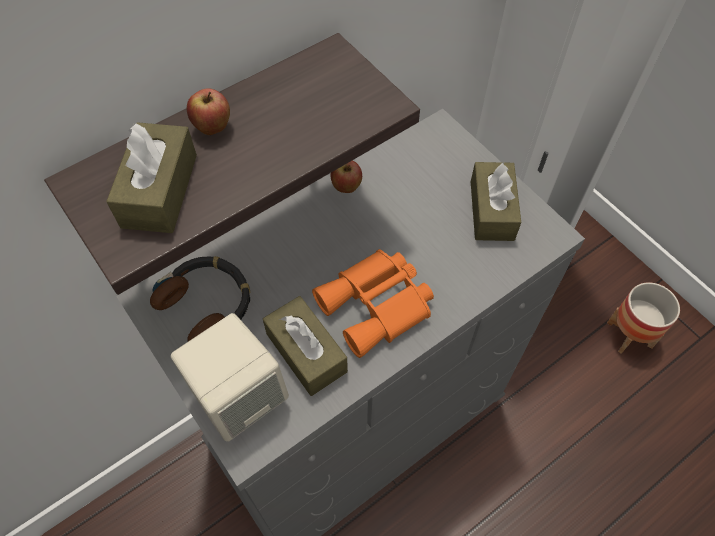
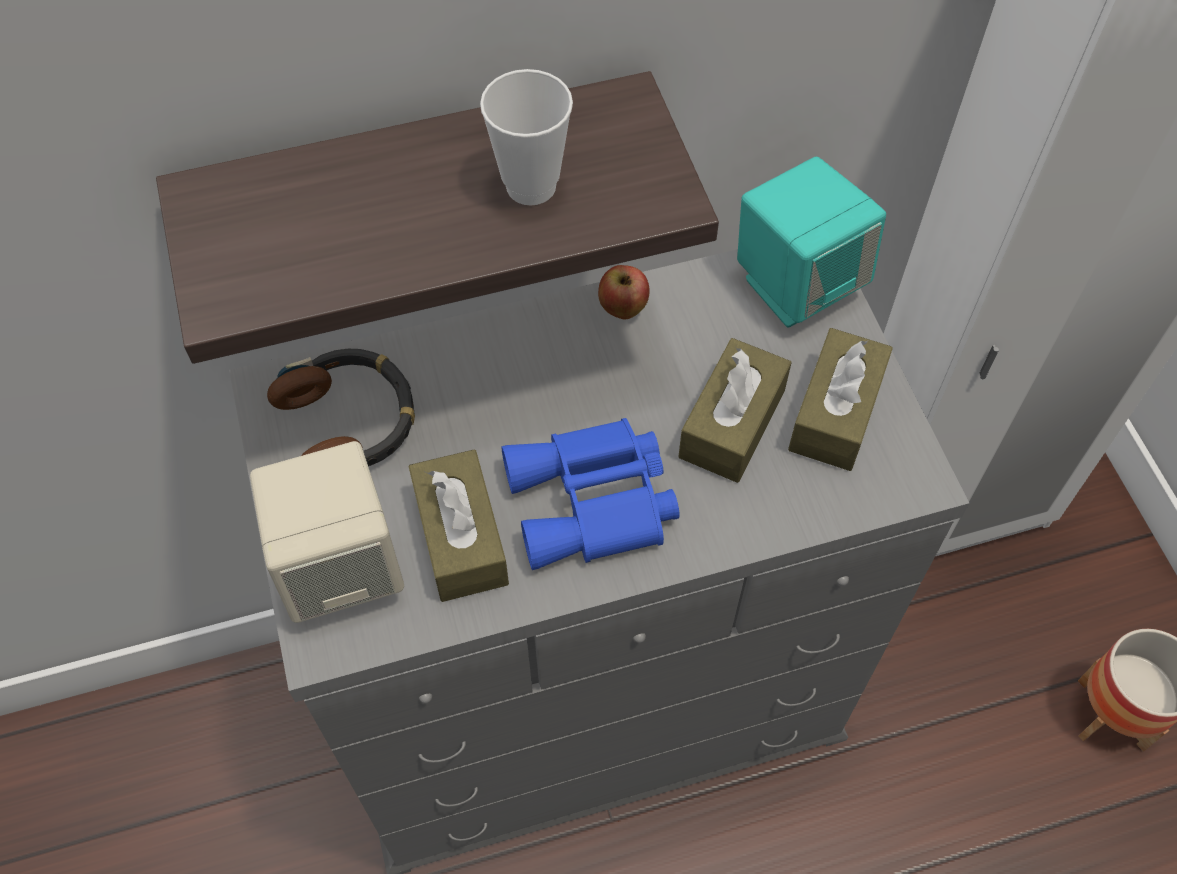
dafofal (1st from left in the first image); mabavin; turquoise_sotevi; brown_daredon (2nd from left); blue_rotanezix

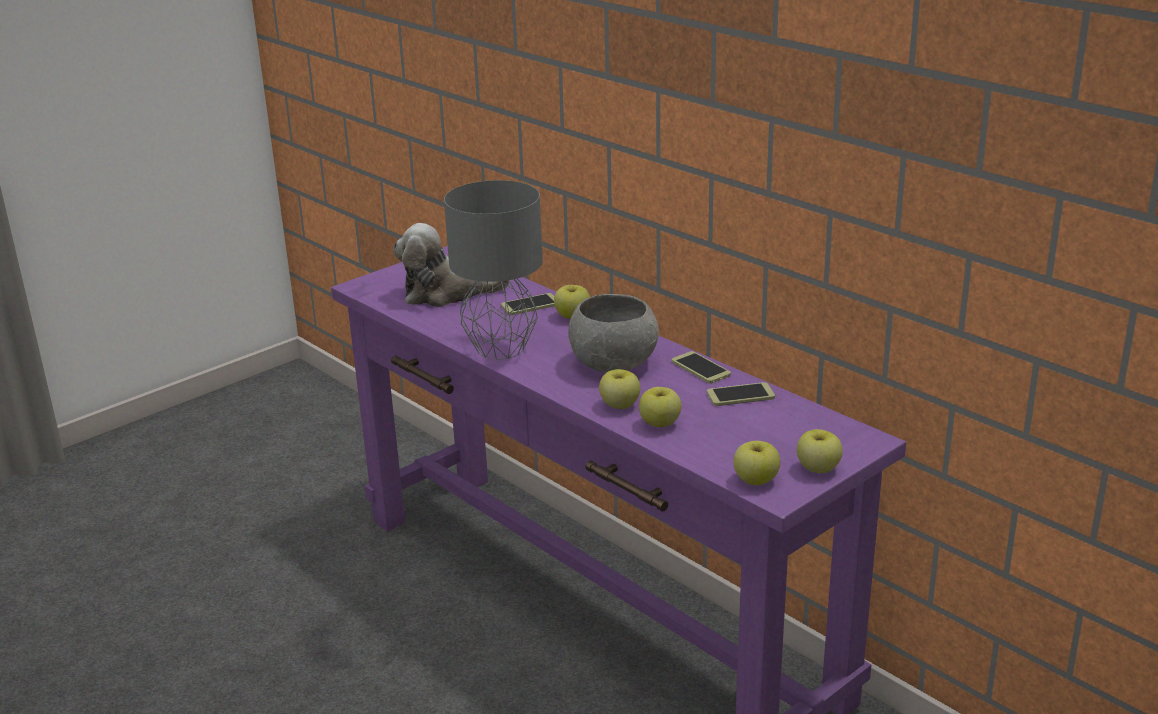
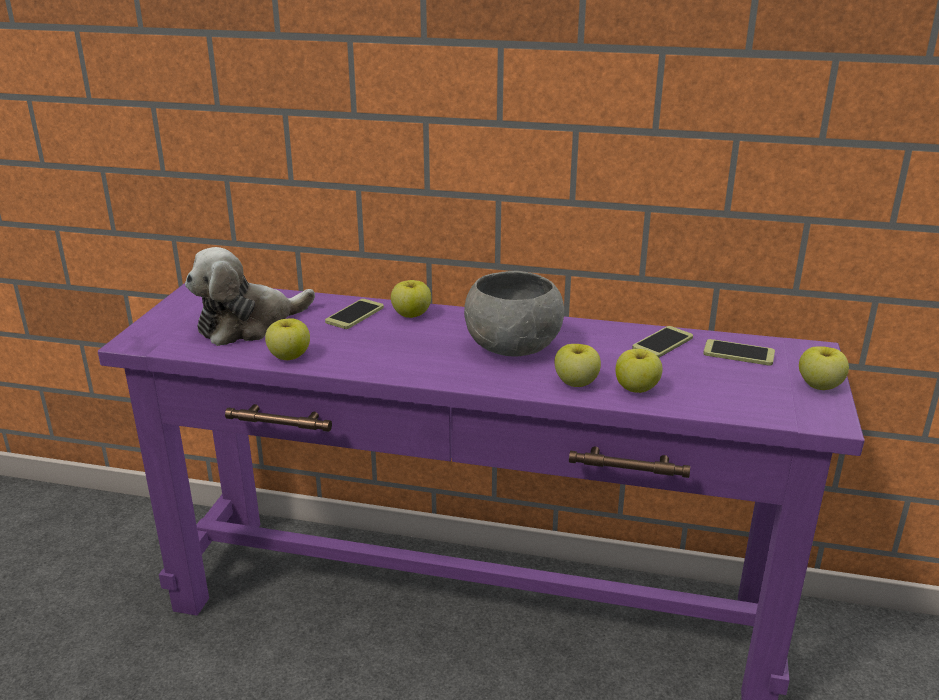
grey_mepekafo; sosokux (3rd from left); dafofal (1st from left)

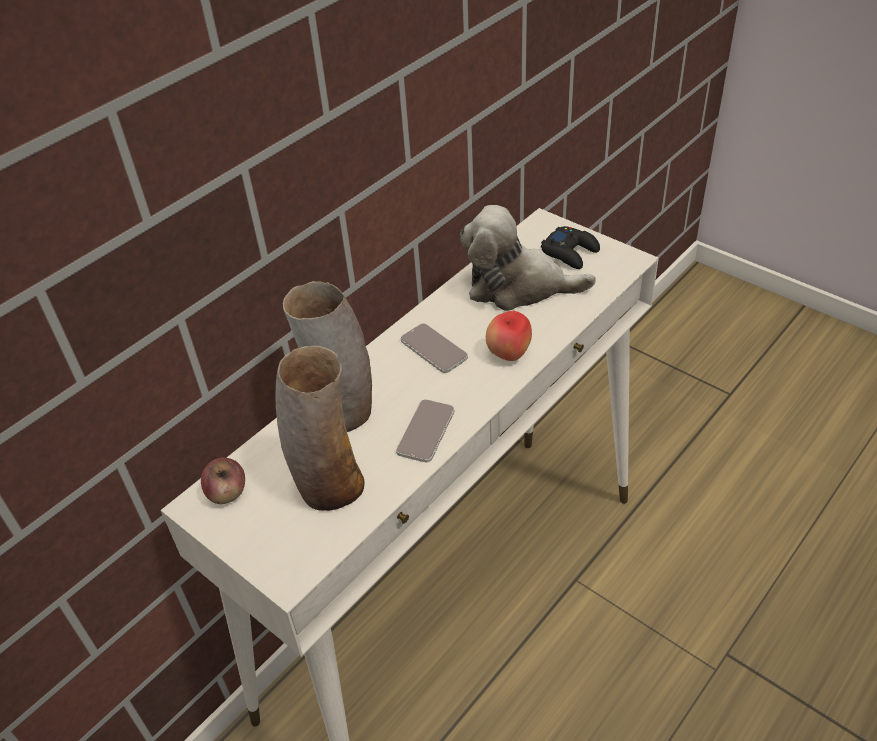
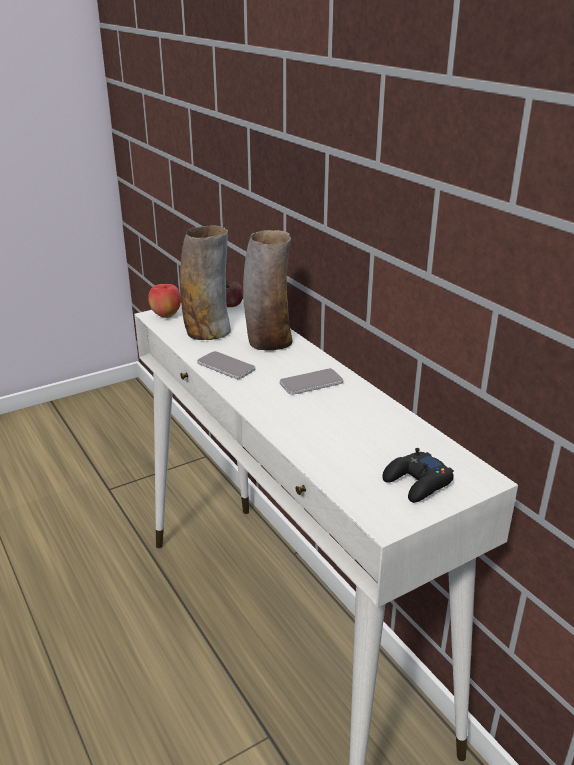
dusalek; dafofal (1st from left)

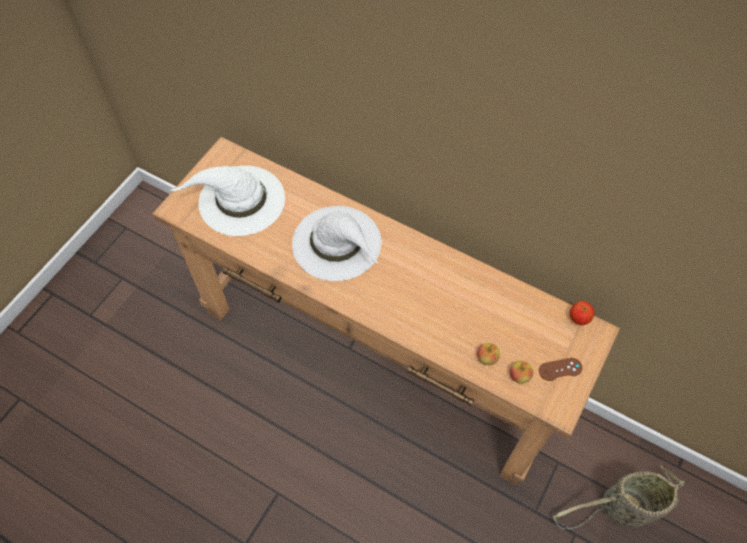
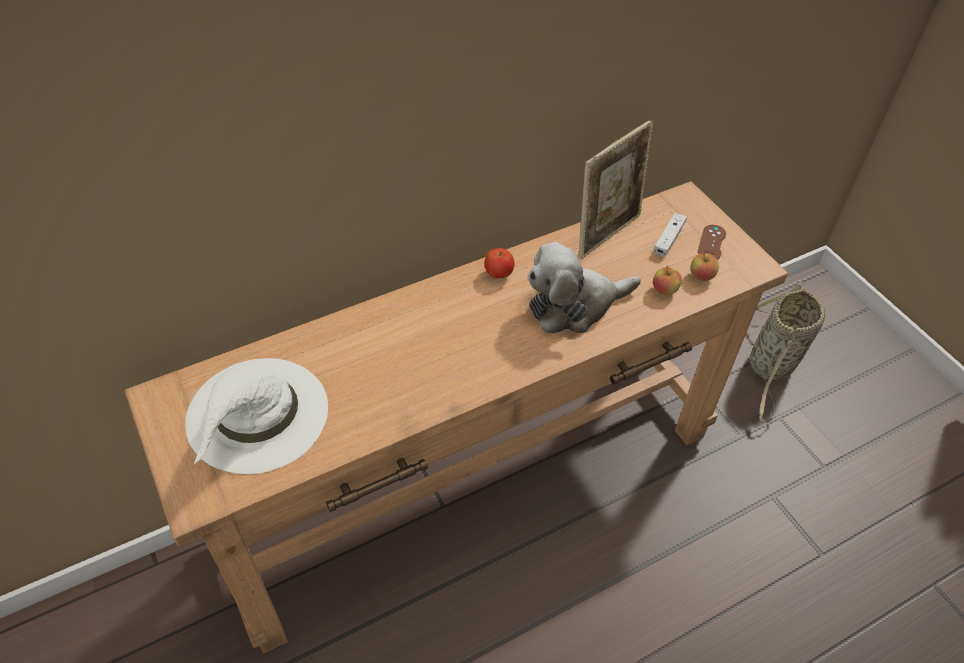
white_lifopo (2nd from left in the first image); dusalek; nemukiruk; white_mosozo; dafofal (1st from left)

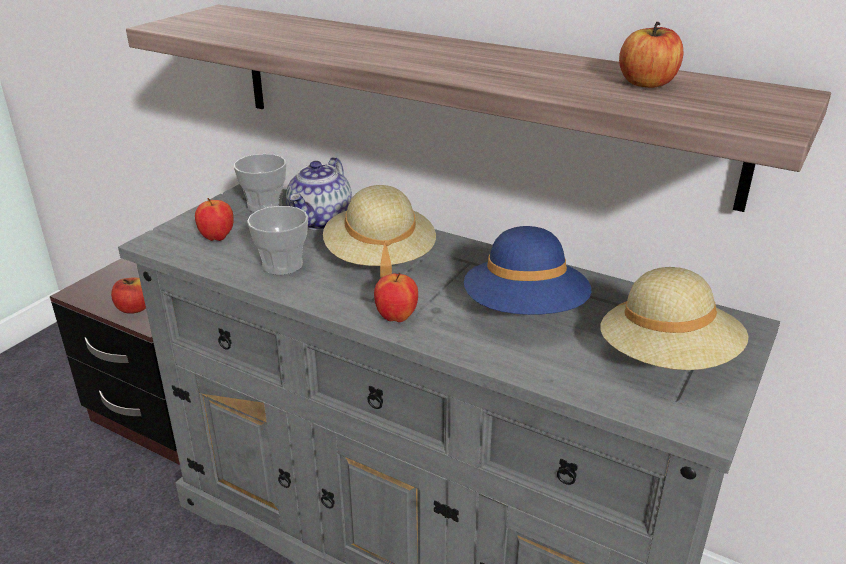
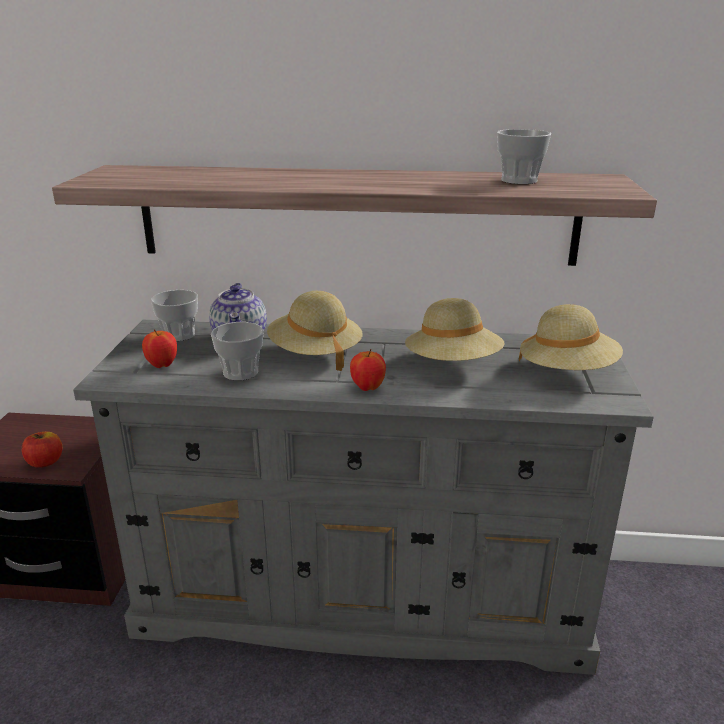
mabavin (3rd from left); beige_lifopo (2nd from left)

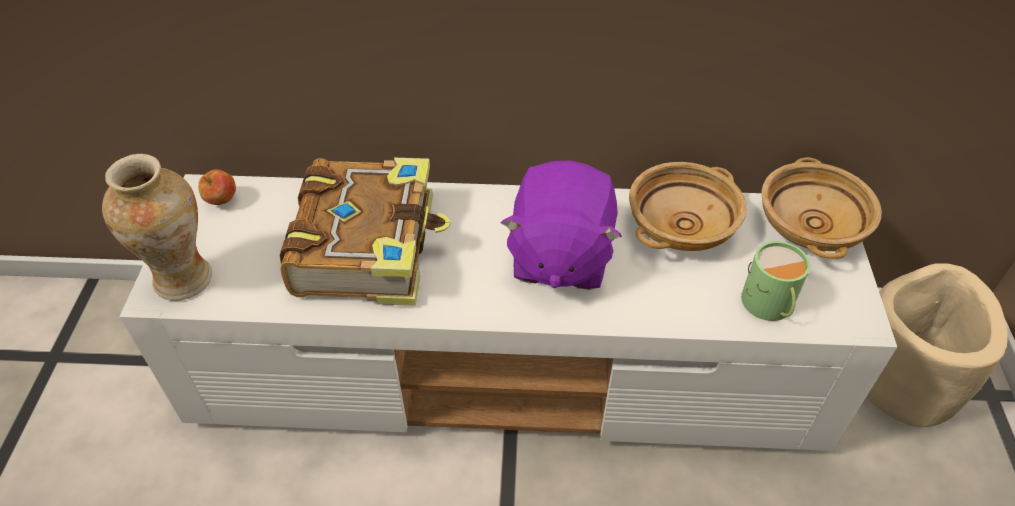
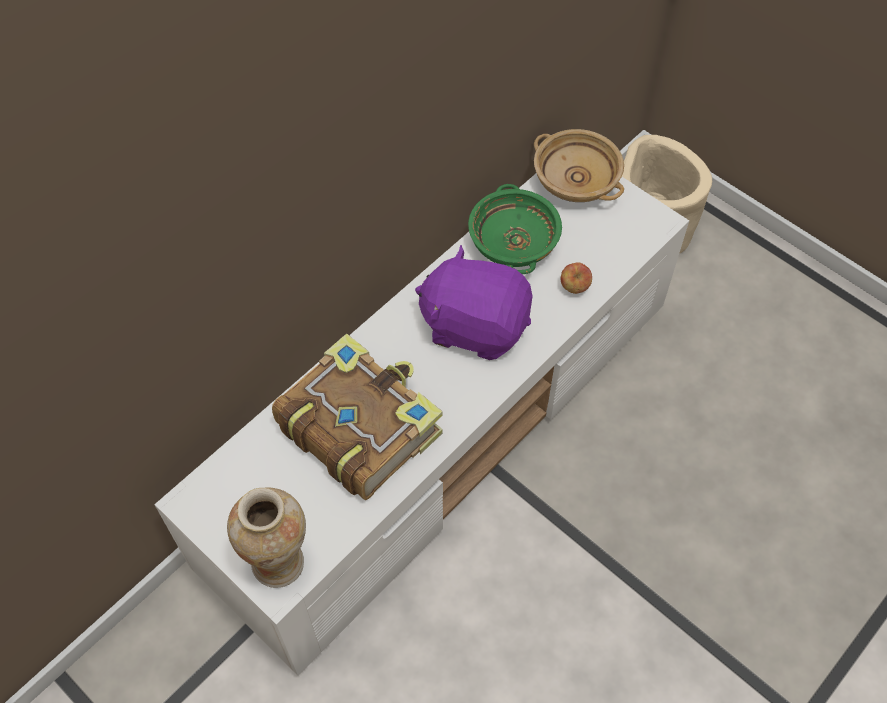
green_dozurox; dafofal; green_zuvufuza; purple_dusalek

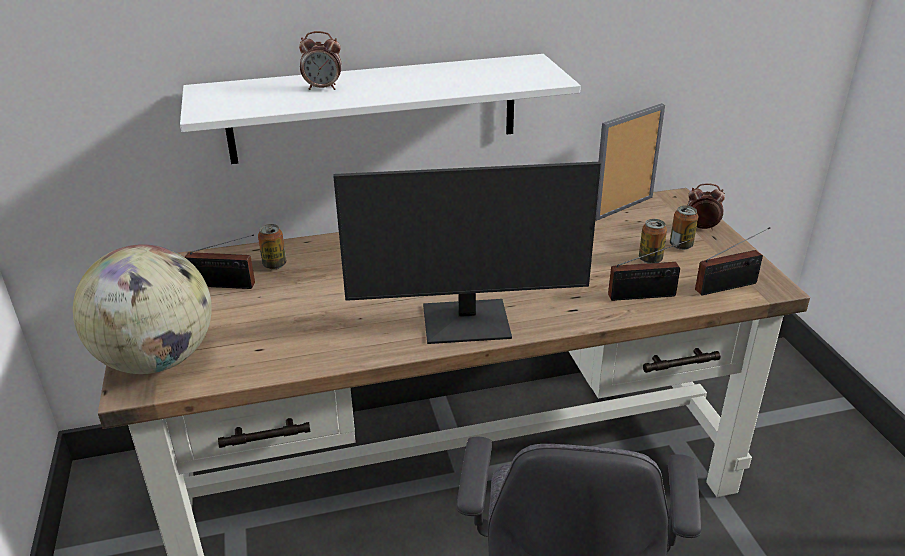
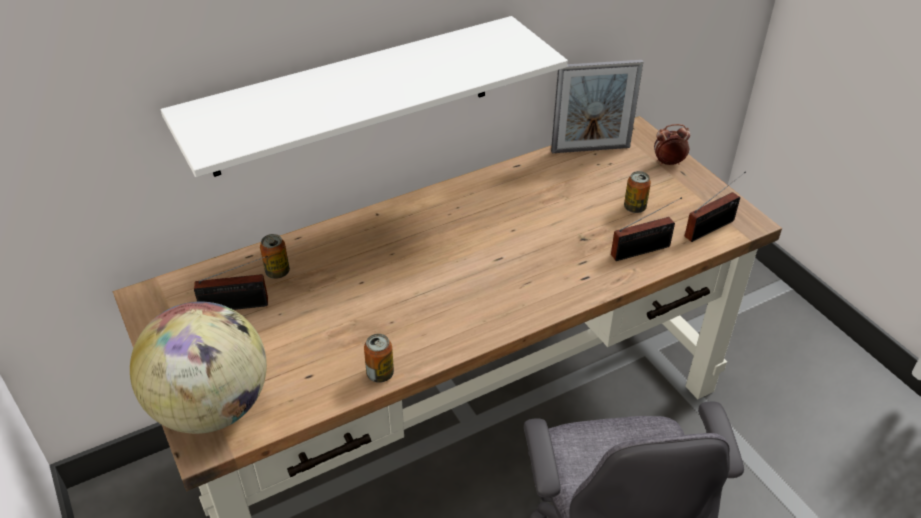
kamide (1st from left in the first image); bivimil; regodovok (2nd from left); nemukiruk

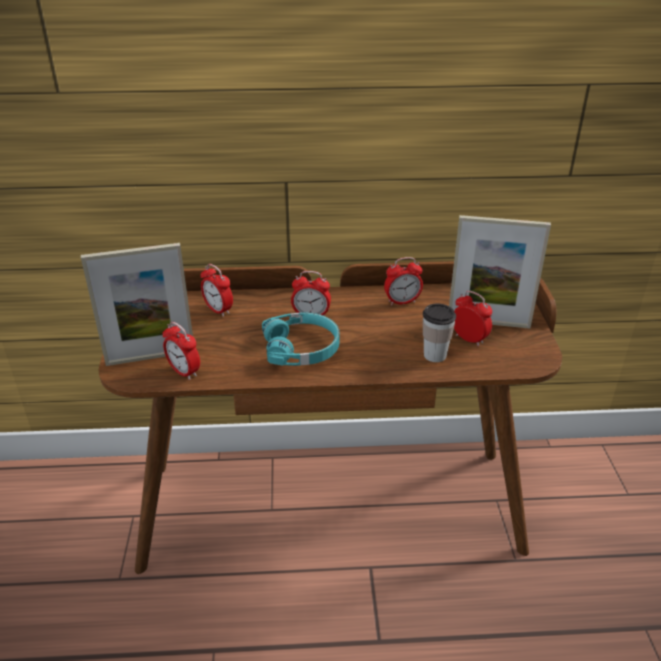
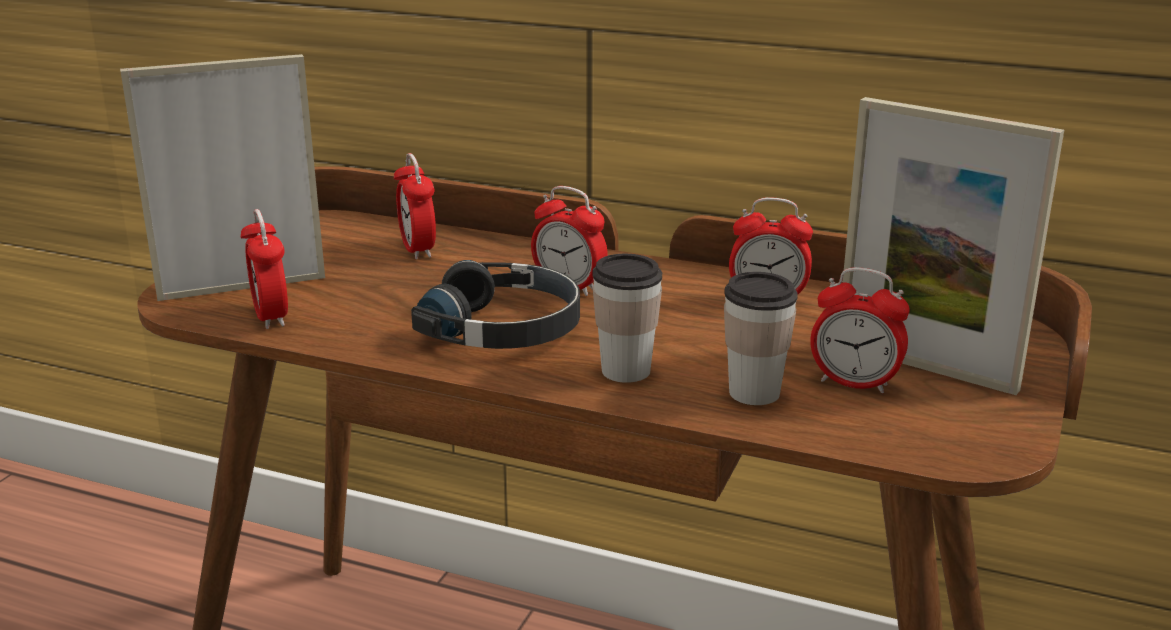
mabavin (1st from left); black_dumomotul; nemukiruk (1st from left); kamide (5th from left)

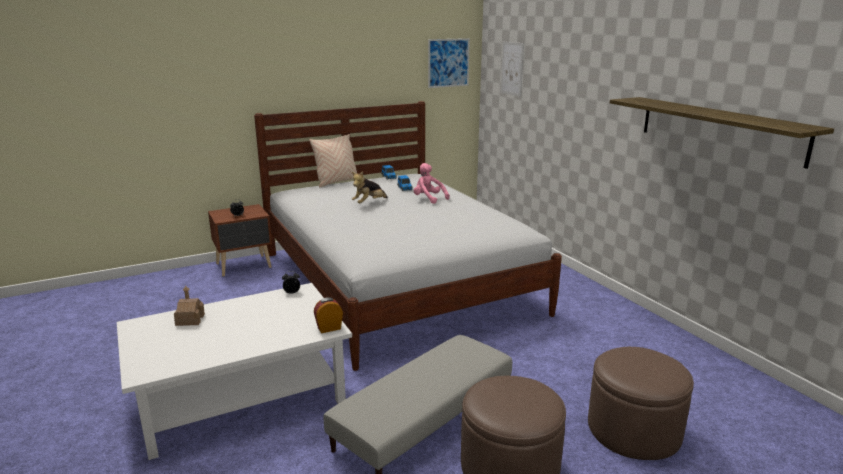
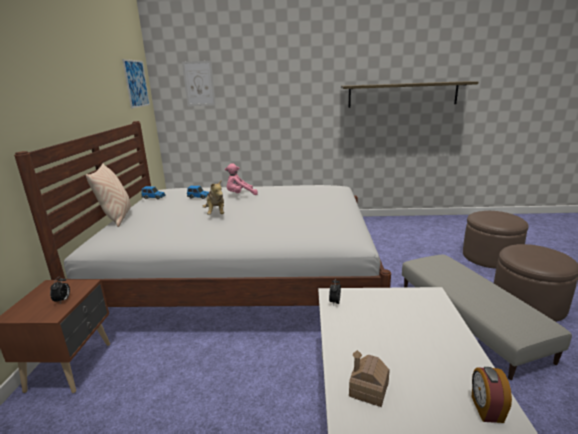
kamide (3rd from left)

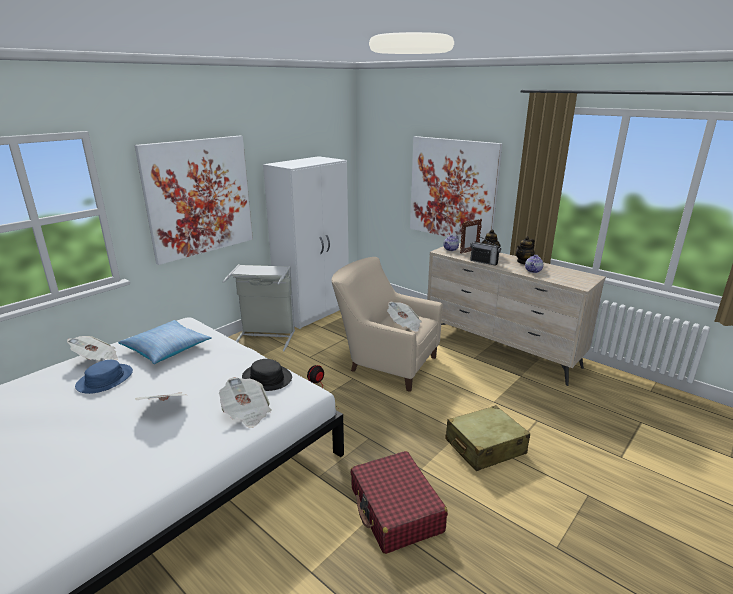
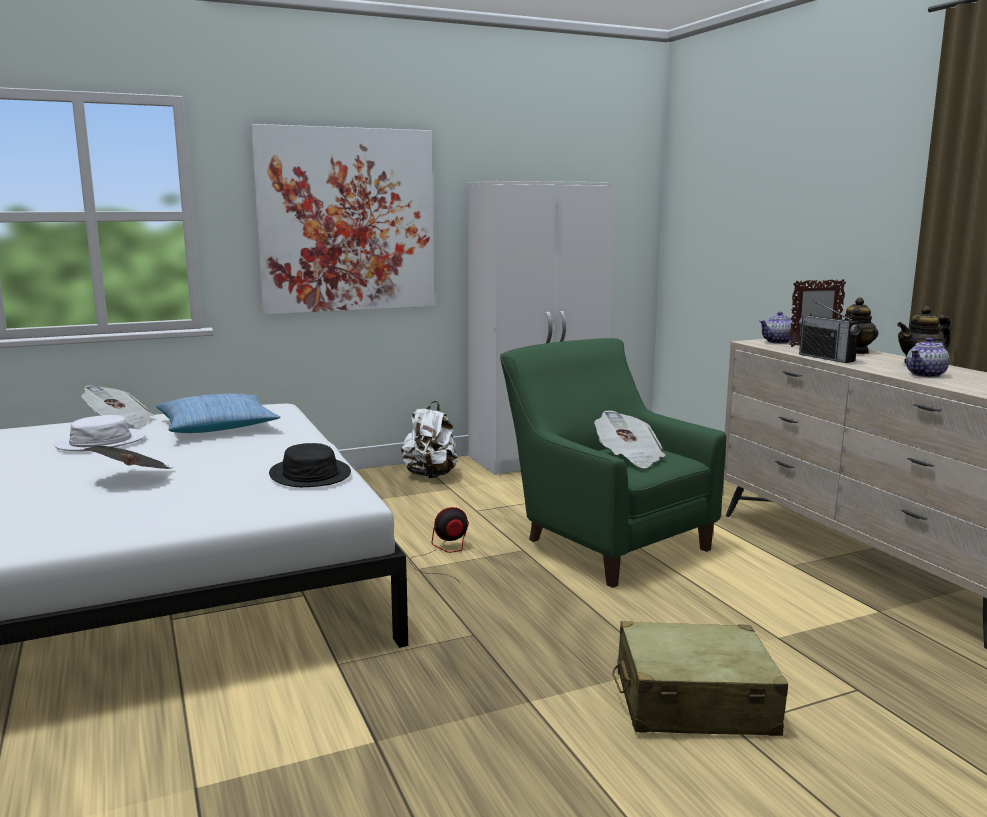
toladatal (3rd from left in the first image); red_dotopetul; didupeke (2nd from left in the first image); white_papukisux; white_lifopo; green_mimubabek

